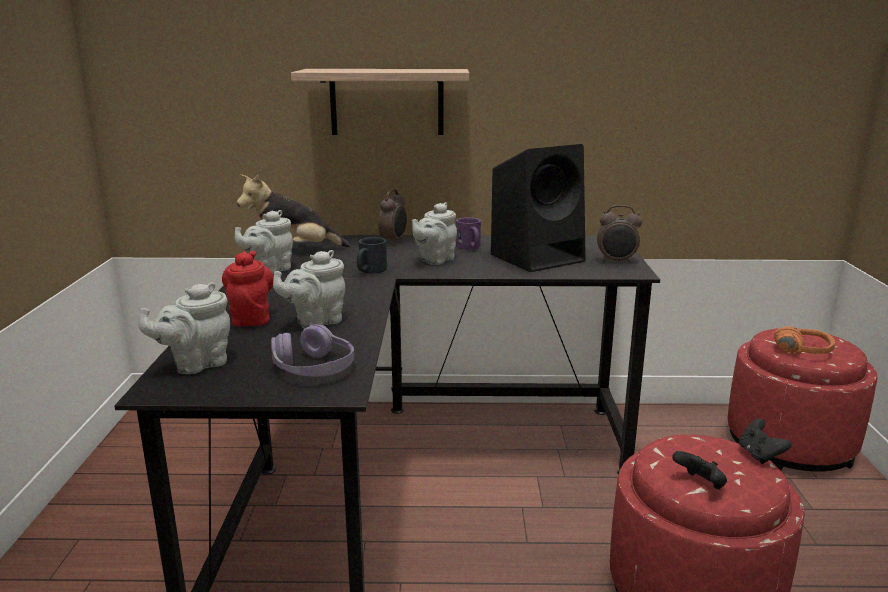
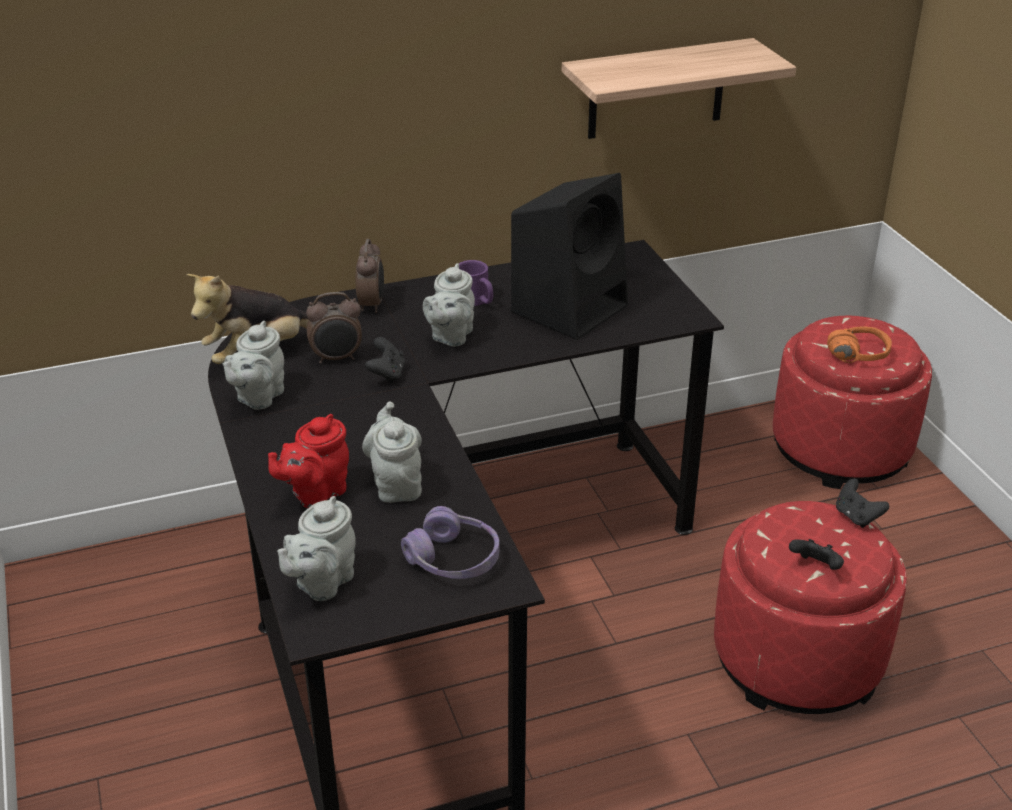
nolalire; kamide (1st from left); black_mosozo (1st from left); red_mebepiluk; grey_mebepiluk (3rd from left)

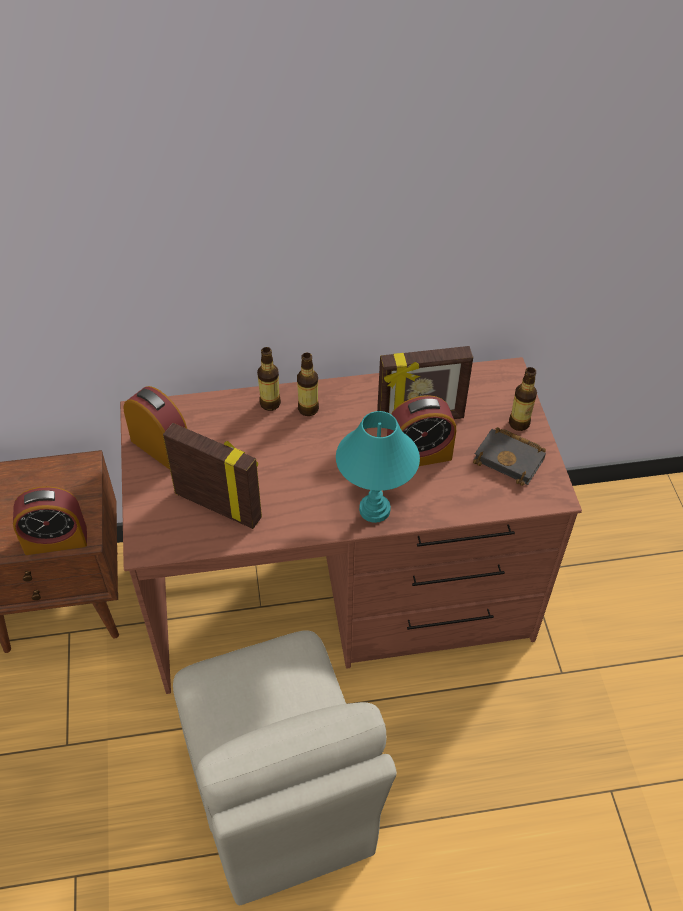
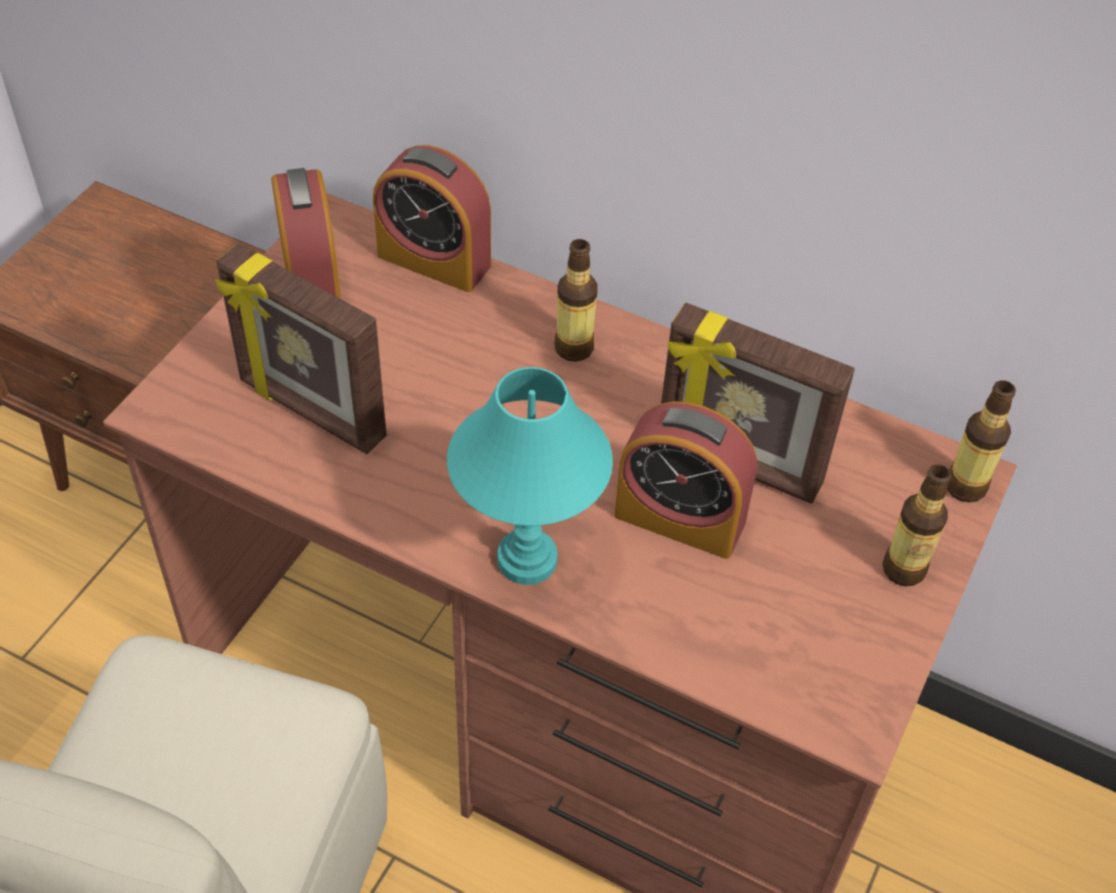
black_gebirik; kamide (2nd from left); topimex (3rd from left); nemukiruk (1st from left)

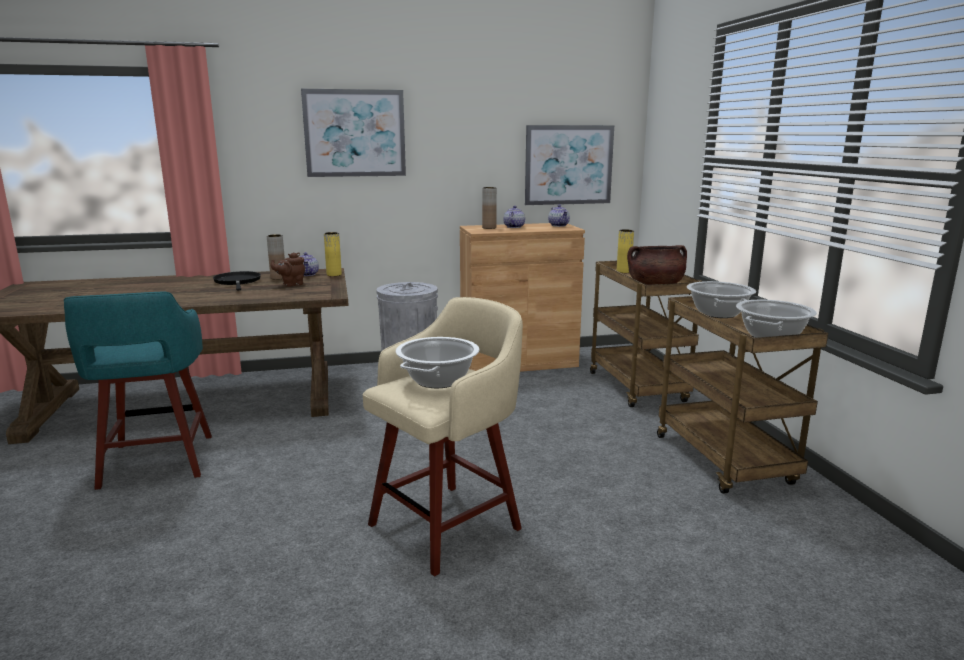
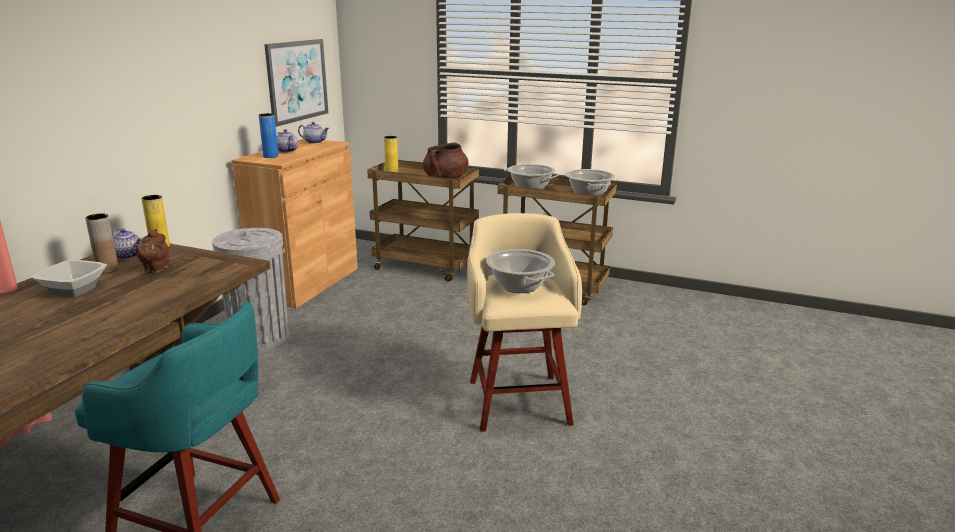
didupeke (1st from left in the first image); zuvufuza; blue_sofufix

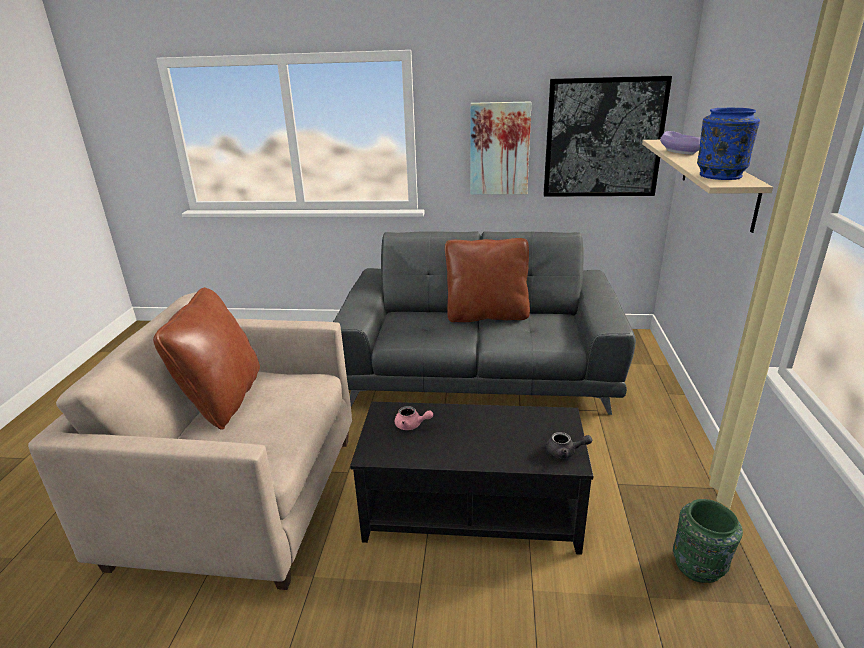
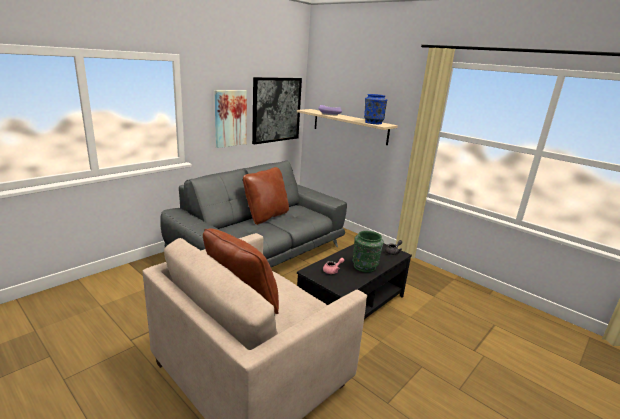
green_sofufix

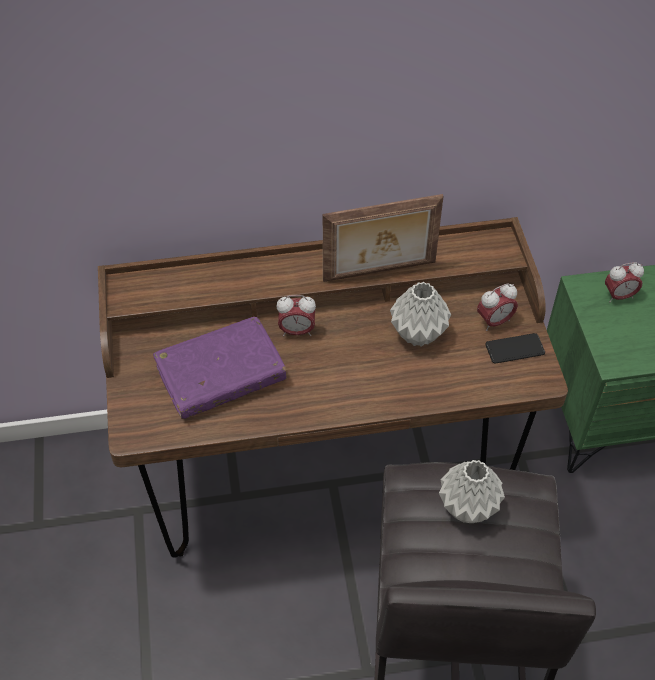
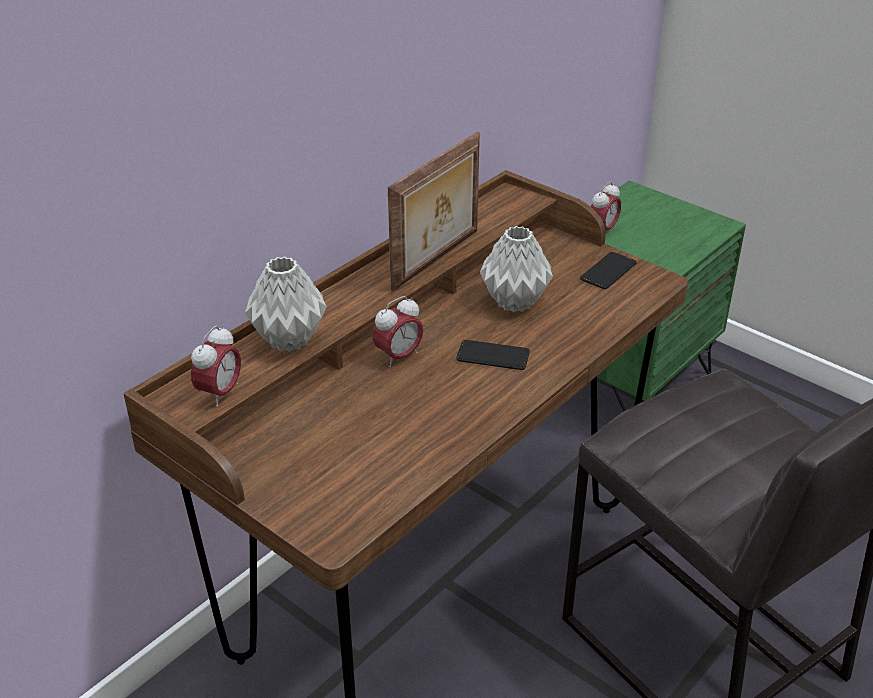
purple_gebirik; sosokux (1st from left); grey_sofufix (1st from left); kamide (1st from left)

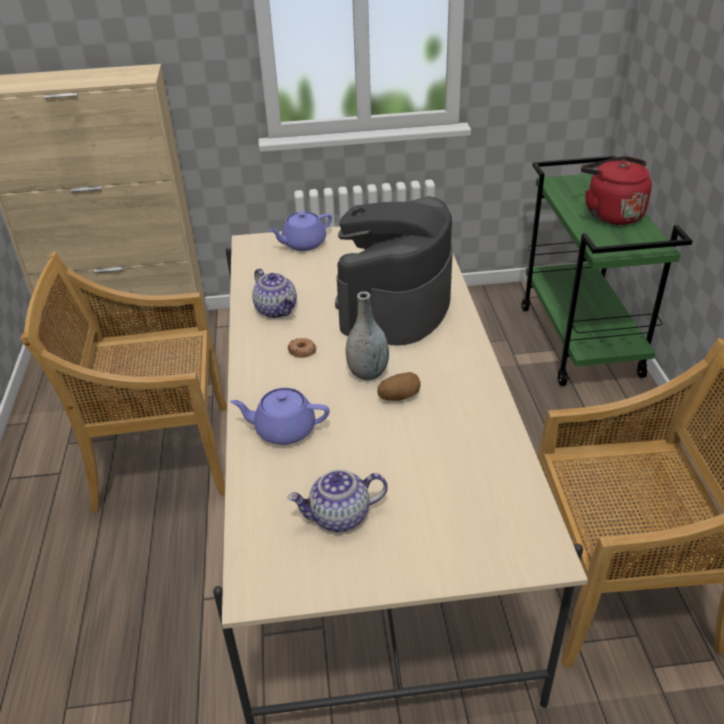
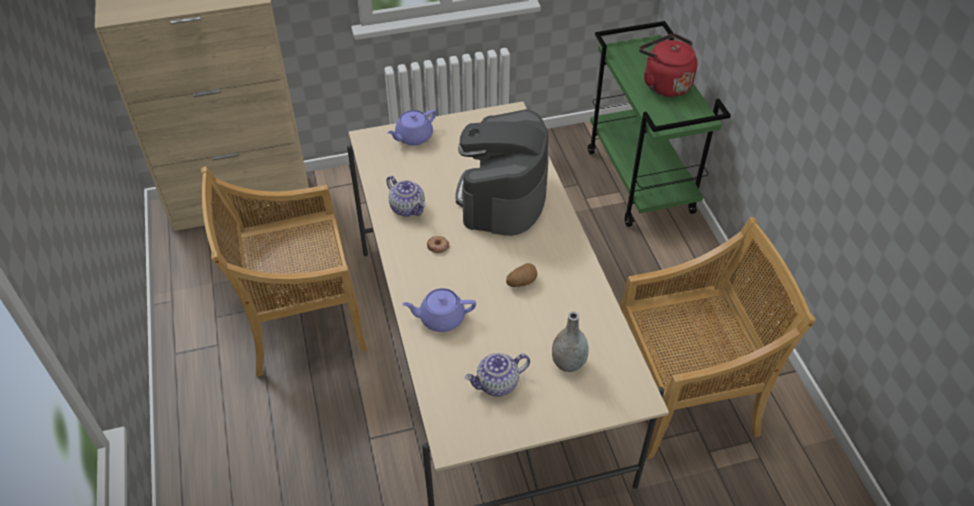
grey_sofufix

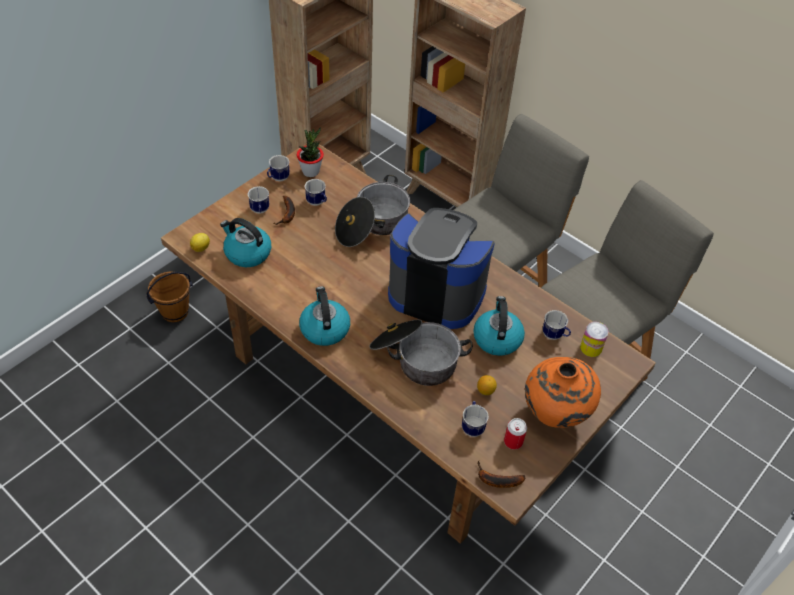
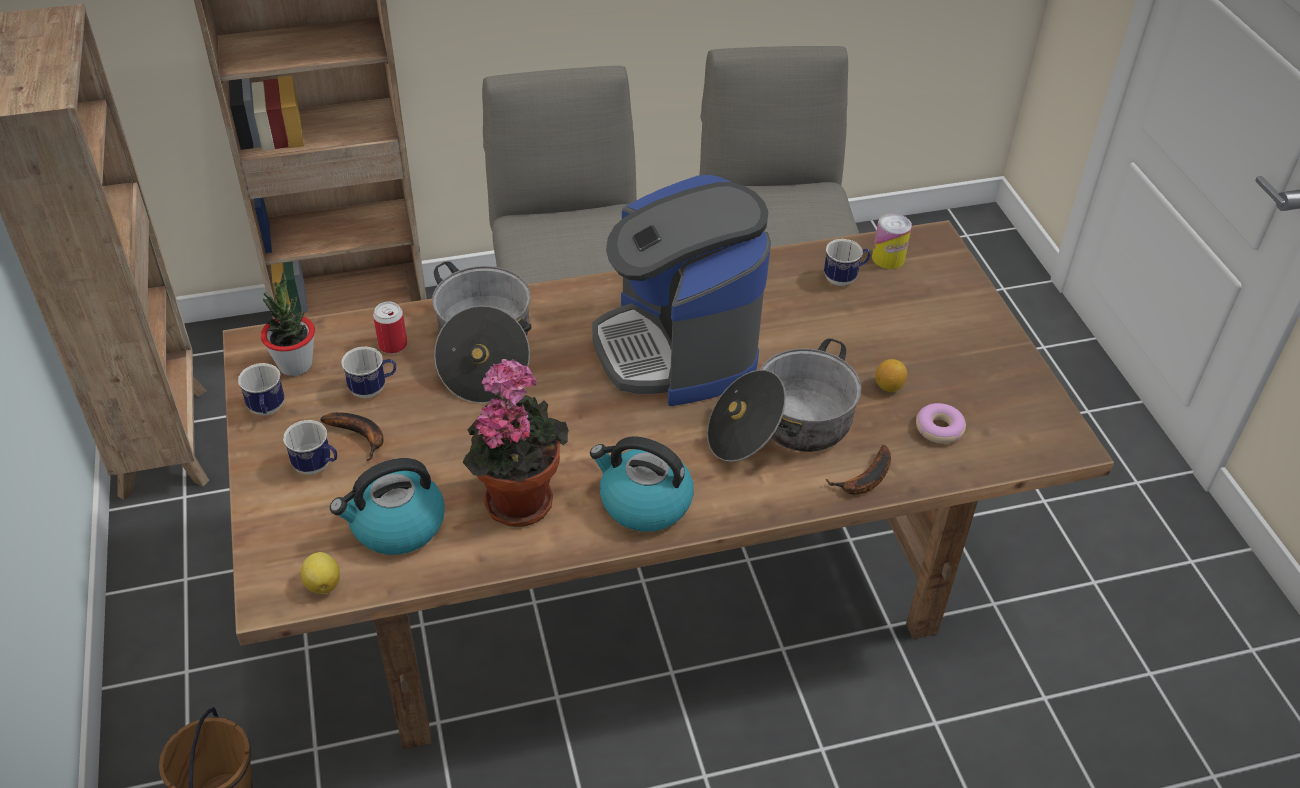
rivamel (3rd from left in the first image); orange_sofufix; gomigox (2nd from left); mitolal (2nd from left); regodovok (1st from left); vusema; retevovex

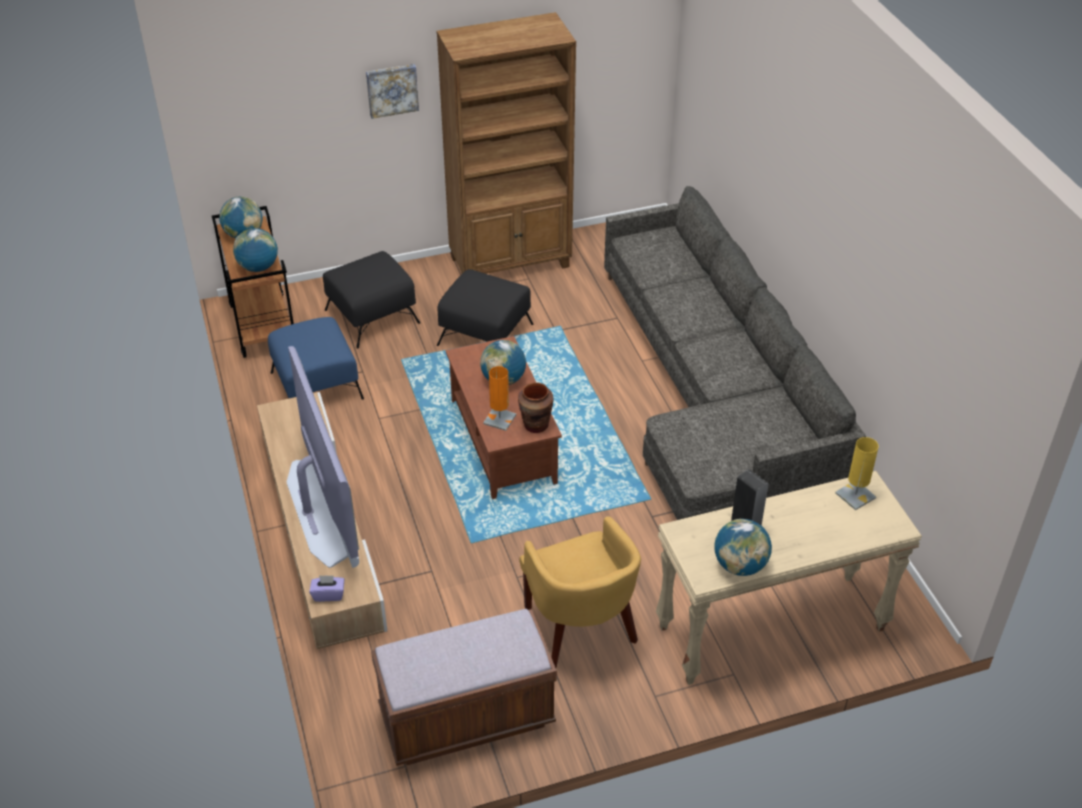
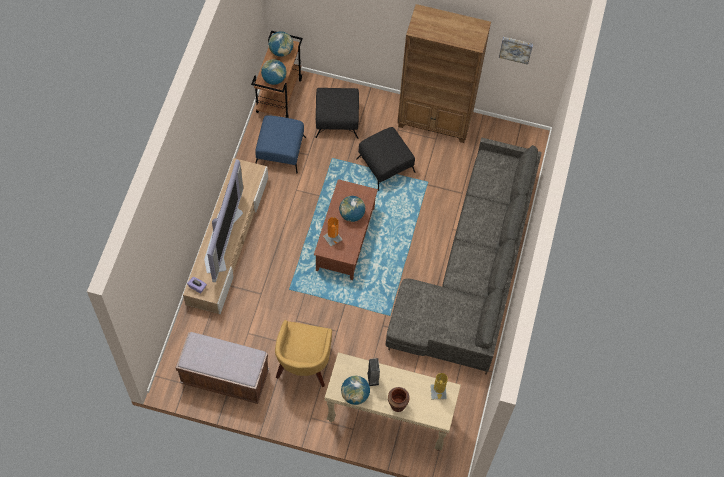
didupeke; brown_sofufix

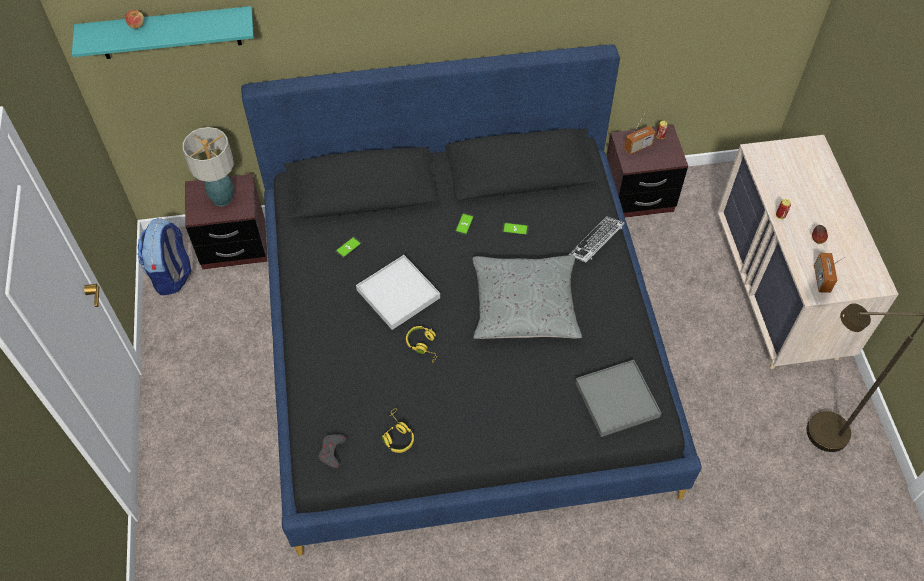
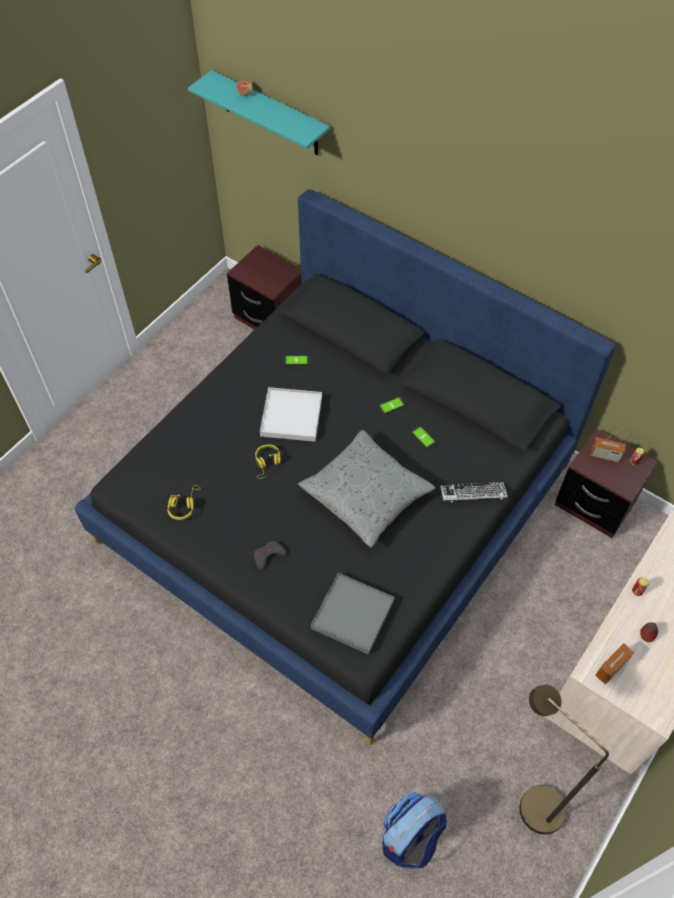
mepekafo; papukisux; grey_mosozo

